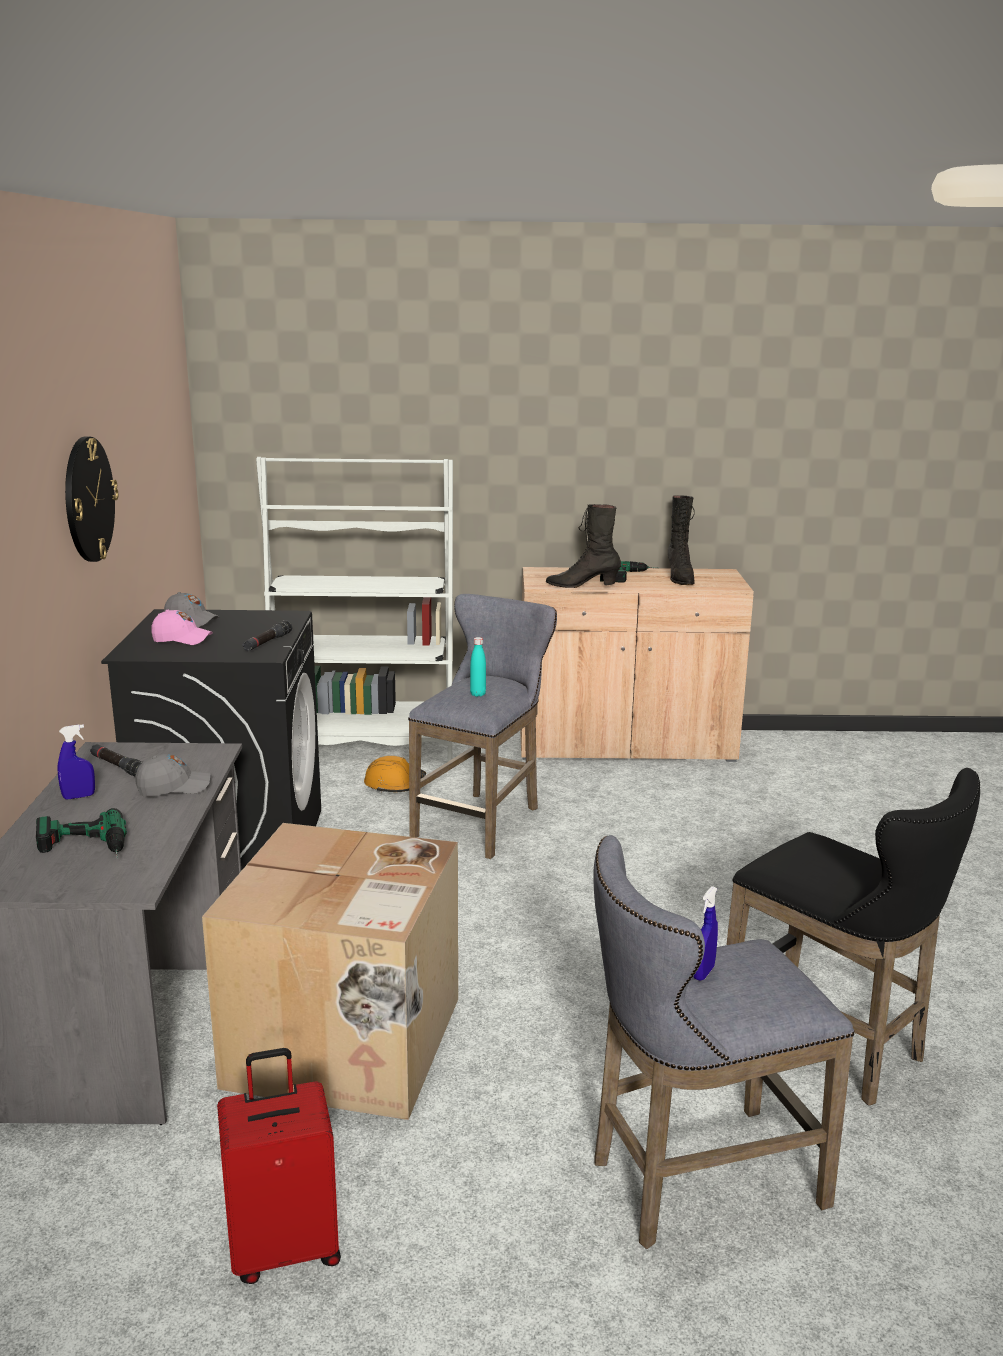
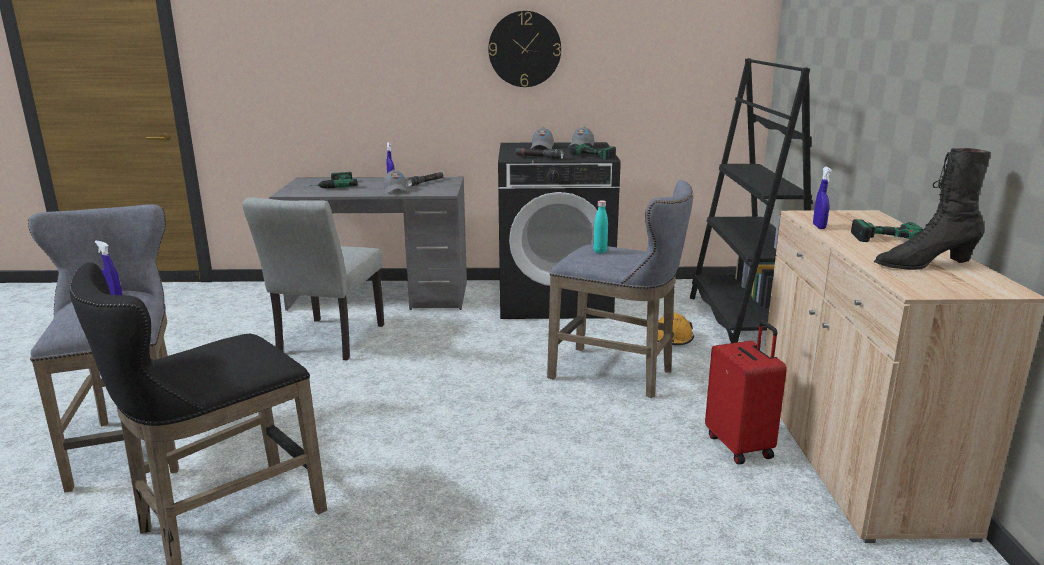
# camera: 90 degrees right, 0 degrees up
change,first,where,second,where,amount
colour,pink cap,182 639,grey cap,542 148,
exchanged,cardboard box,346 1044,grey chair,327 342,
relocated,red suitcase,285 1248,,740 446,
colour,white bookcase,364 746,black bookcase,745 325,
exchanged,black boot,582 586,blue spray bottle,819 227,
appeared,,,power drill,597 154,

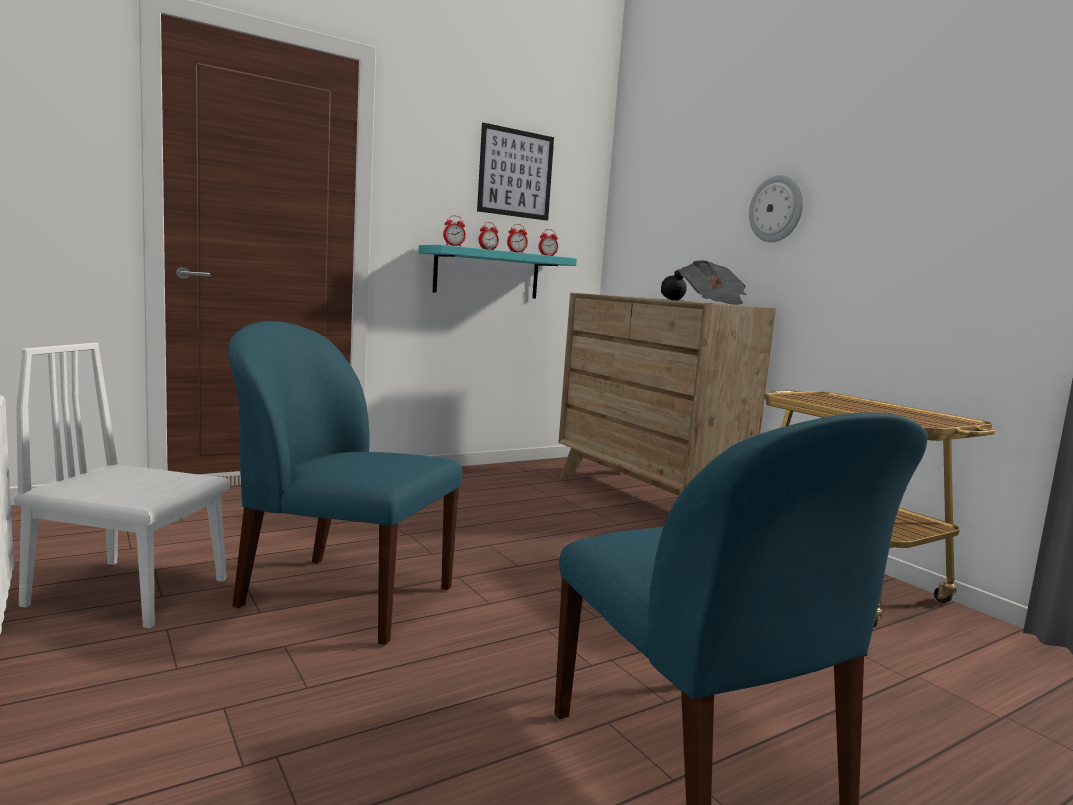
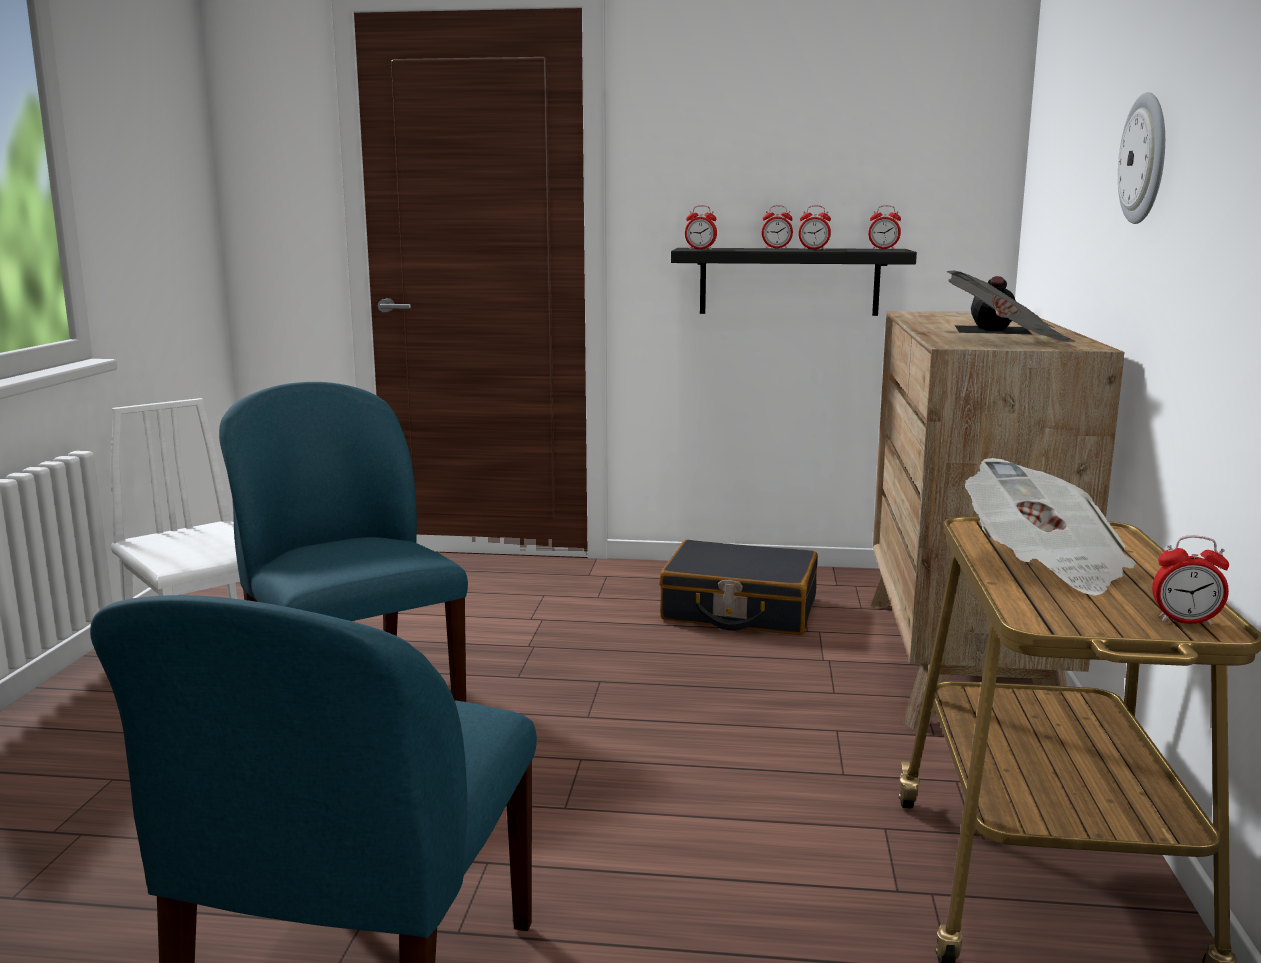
# camera: 40 degrees right, 5 degrees up
change,first,where,second,where,amount
colour,turquoise shelf,487 273,black shelf,789 281,
missing,picture,515 173,,,
appeared,,,black suitcase,739 610,
appeared,,,newspaper,1045 567,
appeared,,,alarm clock,1185 621,

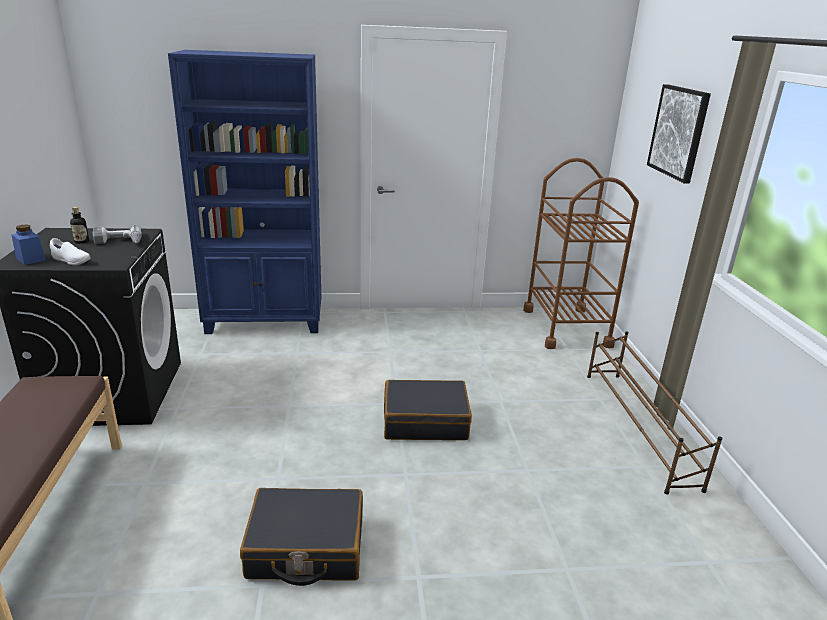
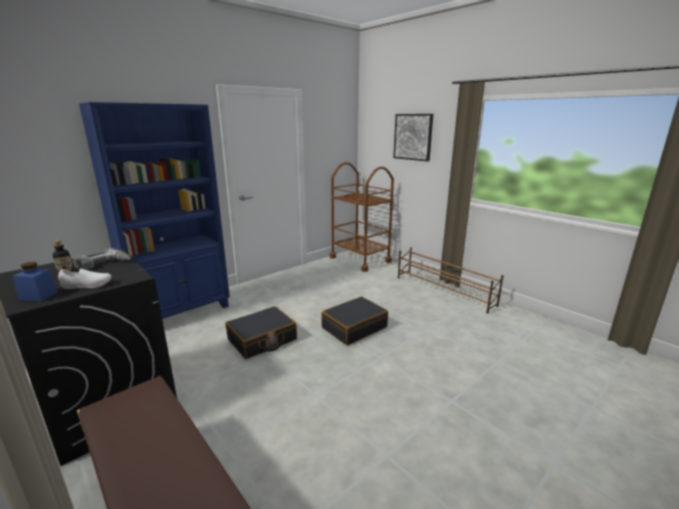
# camera: 35 degrees left, 5 degrees down
change,first,where,second,where,amount
relocated,black suitcase,306 548,,262 340,

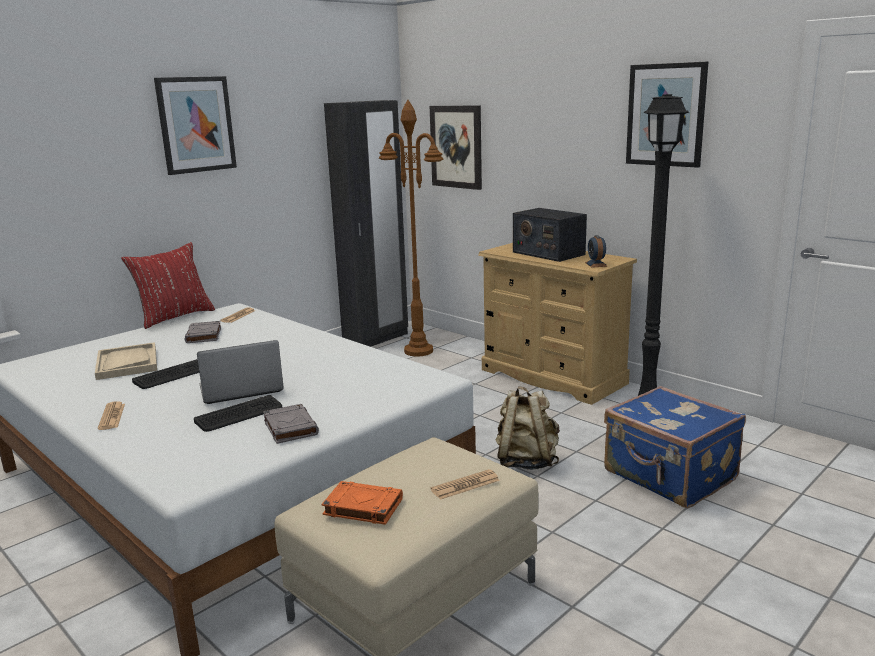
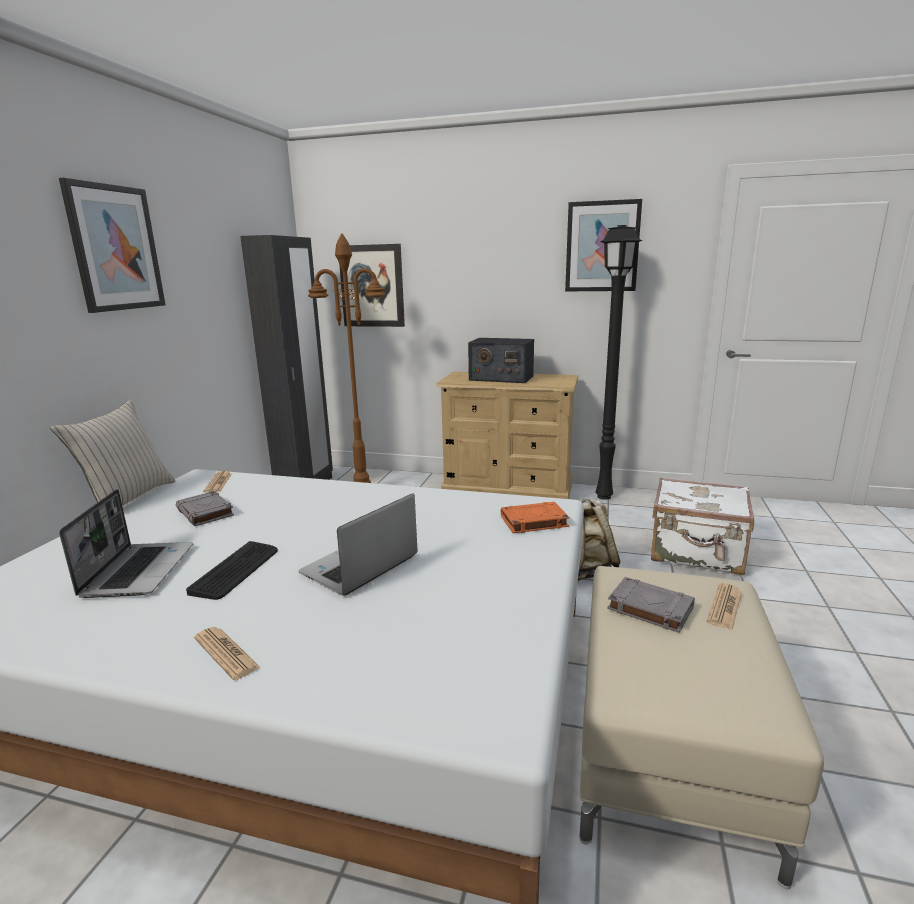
# camera: 30 degrees left, 0 degrees up
change,first,where,second,where,amount
exchanged,beige tray,127 363,laptop,139 570,
colour,red pillow,174 317,beige pillow,128 499,
missing,keyboard,239 414,,,
relocated,grey book,290 427,,649 608,
relocated,orange book,362 507,,533 522,
missing,alarm clock,596 264,,,
colour,blue suitcase,669 476,white suitcase,696 553,

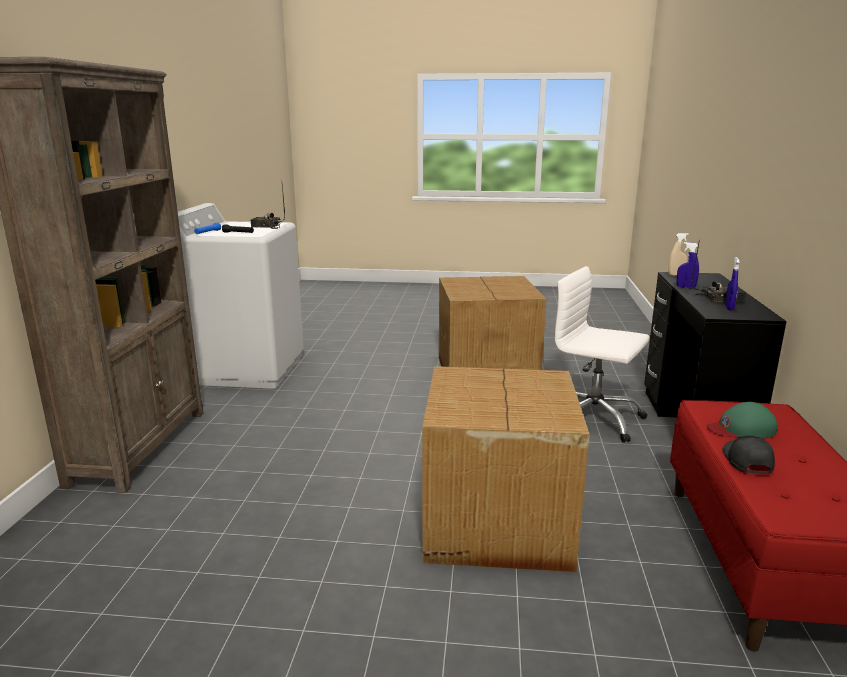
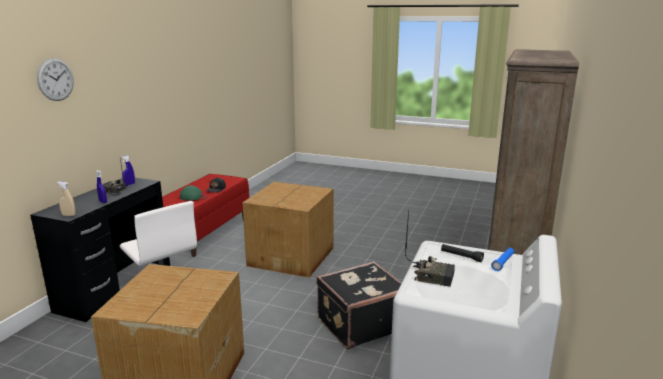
# camera: 165 degrees left, 0 degrees up
change,first,where,second,where,amount
appeared,,,wall clock,55 79,
appeared,,,black suitcase,359 324,

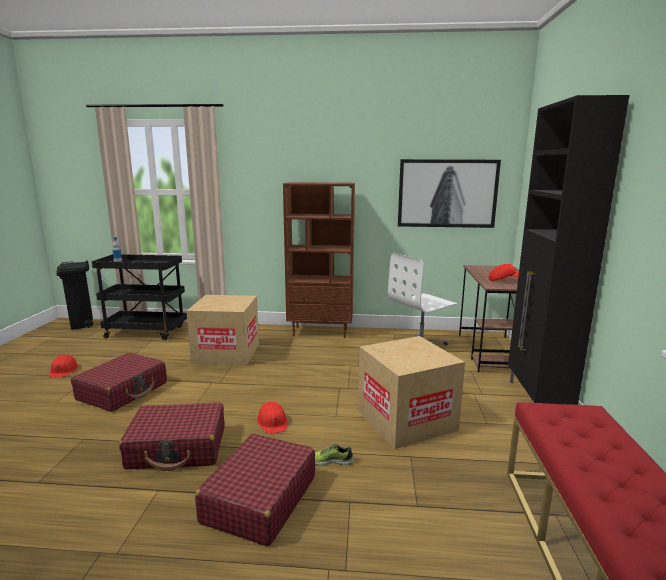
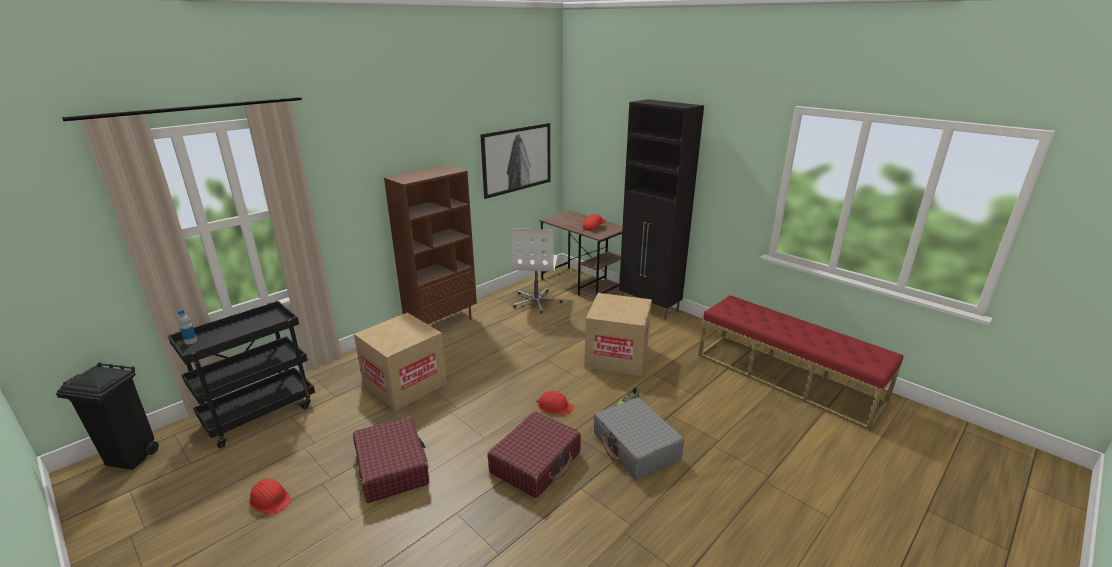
# camera: 50 degrees left, 10 degrees up
change,first,where,second,where,amount
colour,red suitcase,259 499,grey suitcase,636 447,

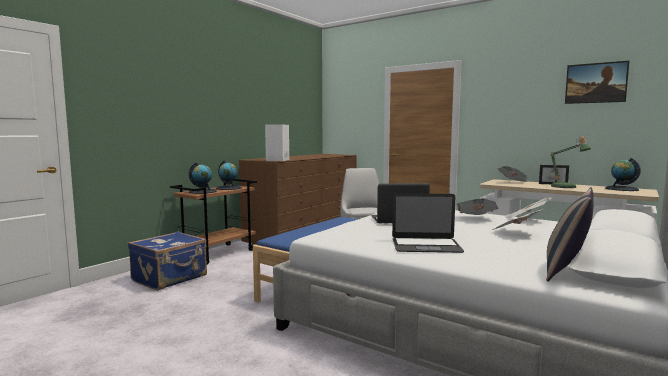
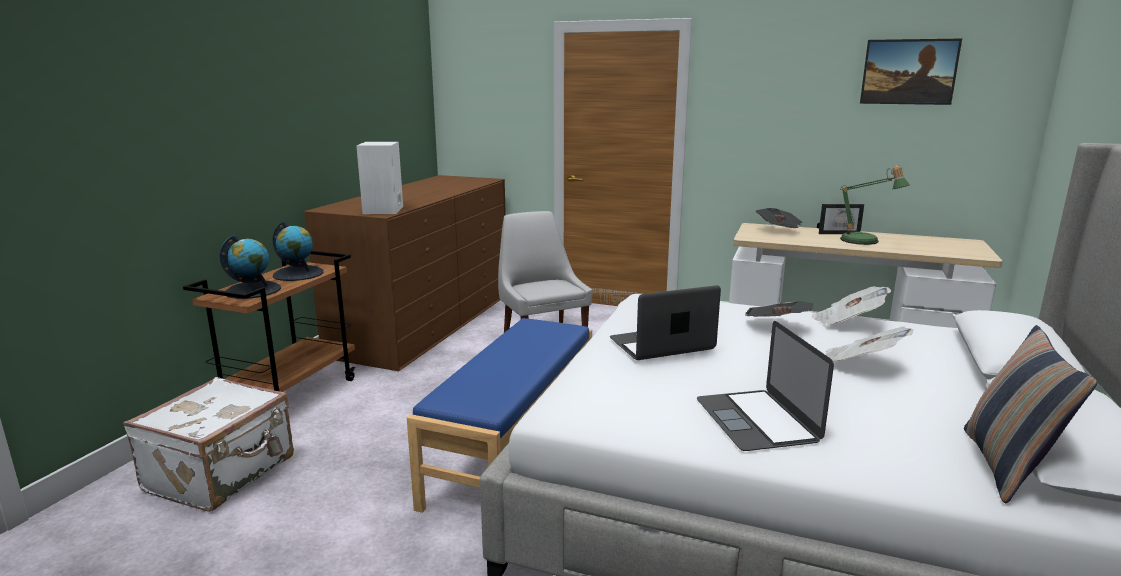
# camera: 15 degrees left, 10 degrees up
change,first,where,second,where,amount
colour,blue suitcase,170 278,white suitcase,223 474,
spun,laptop,426 245,,756 420,90 degrees clockwise
missing,globe,621 189,,,

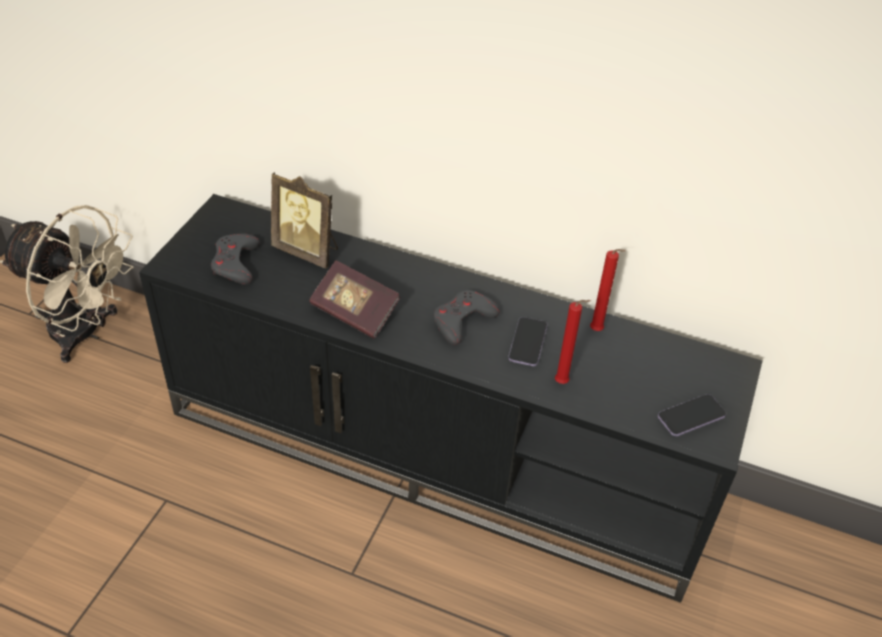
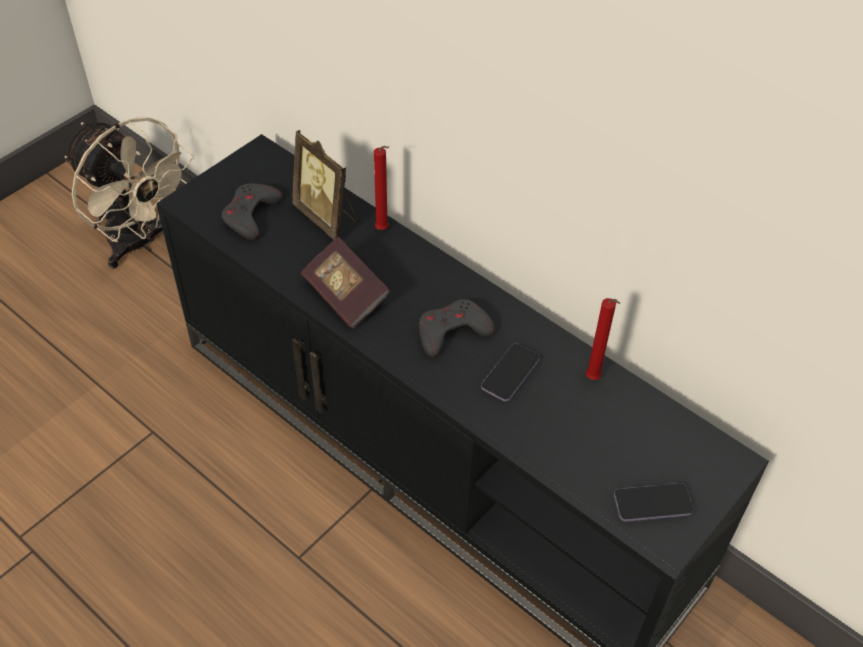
# camera: 20 degrees right, 5 degrees up
change,first,where,second,where,amount
relocated,red candle,563 383,,383 230,

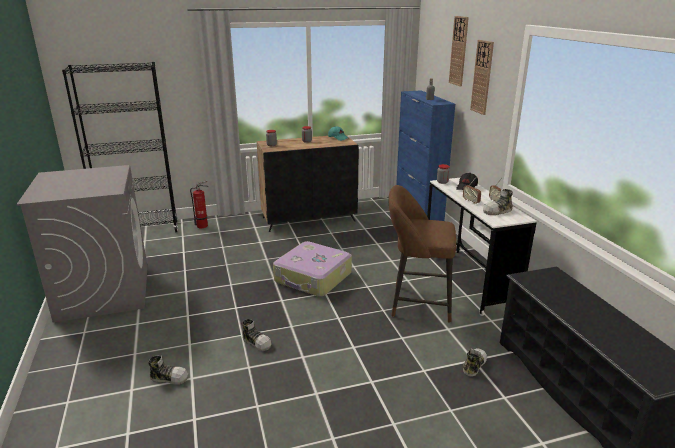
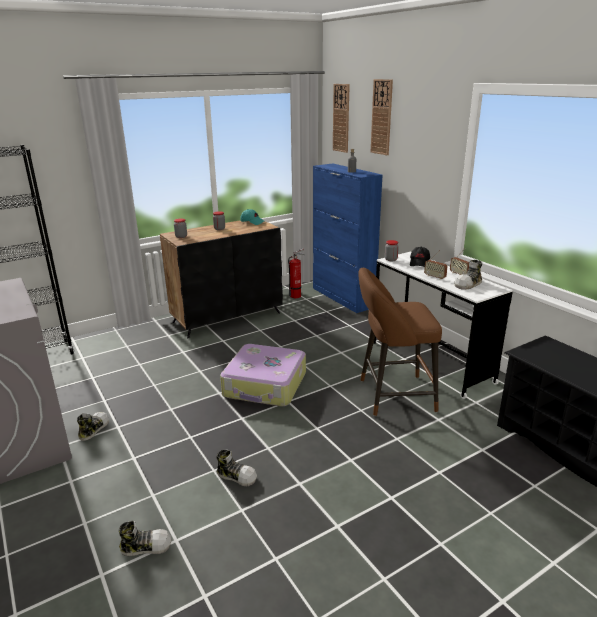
# camera: 15 degrees left, 0 degrees up
change,first,where,second,where,amount
relocated,fire extinguisher,204 226,,297 295,
relocated,shoe,473 365,,93 429,
relocated,wall clock,482 77,,341 118,

